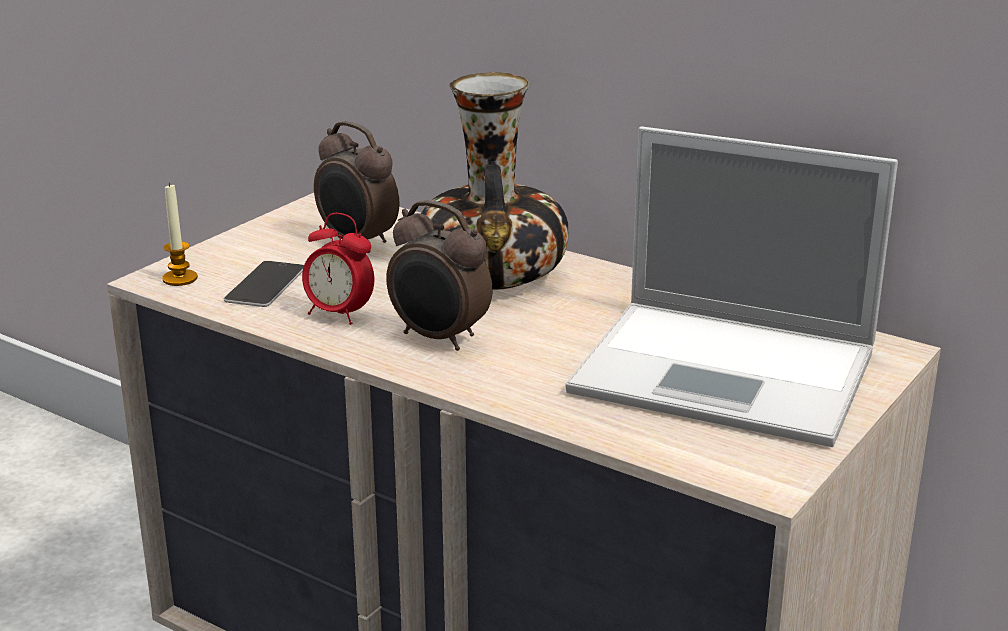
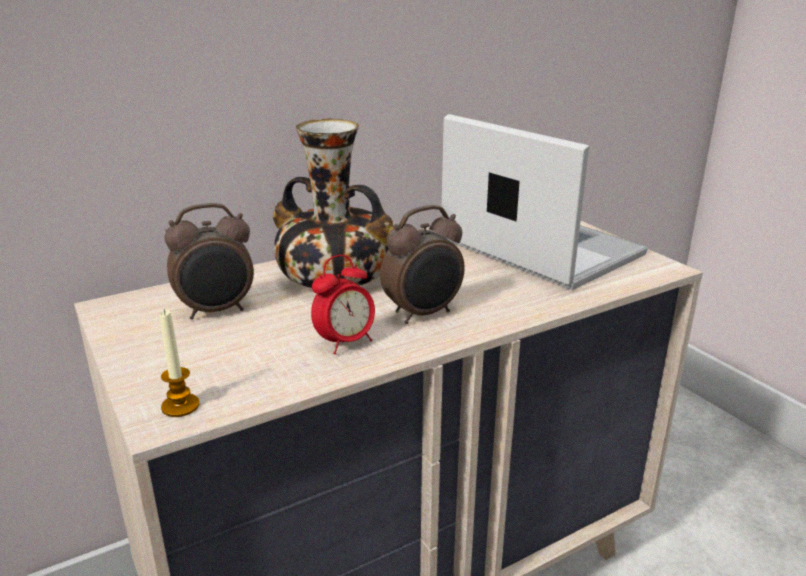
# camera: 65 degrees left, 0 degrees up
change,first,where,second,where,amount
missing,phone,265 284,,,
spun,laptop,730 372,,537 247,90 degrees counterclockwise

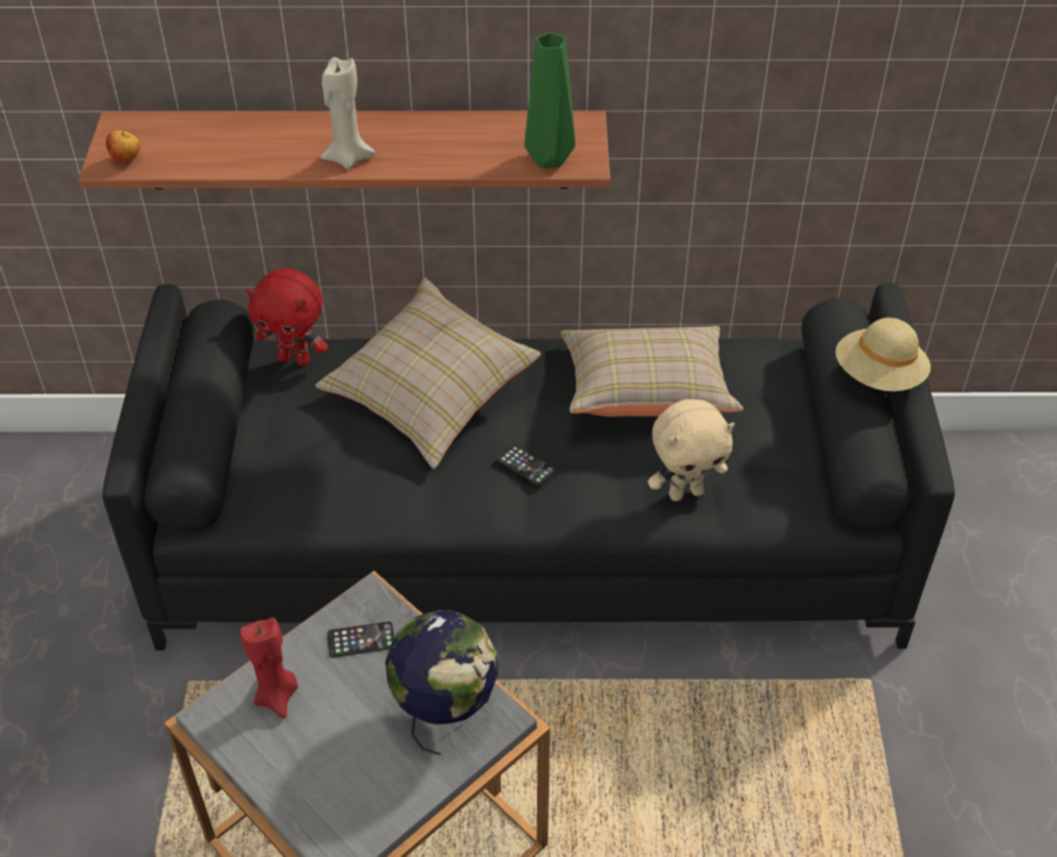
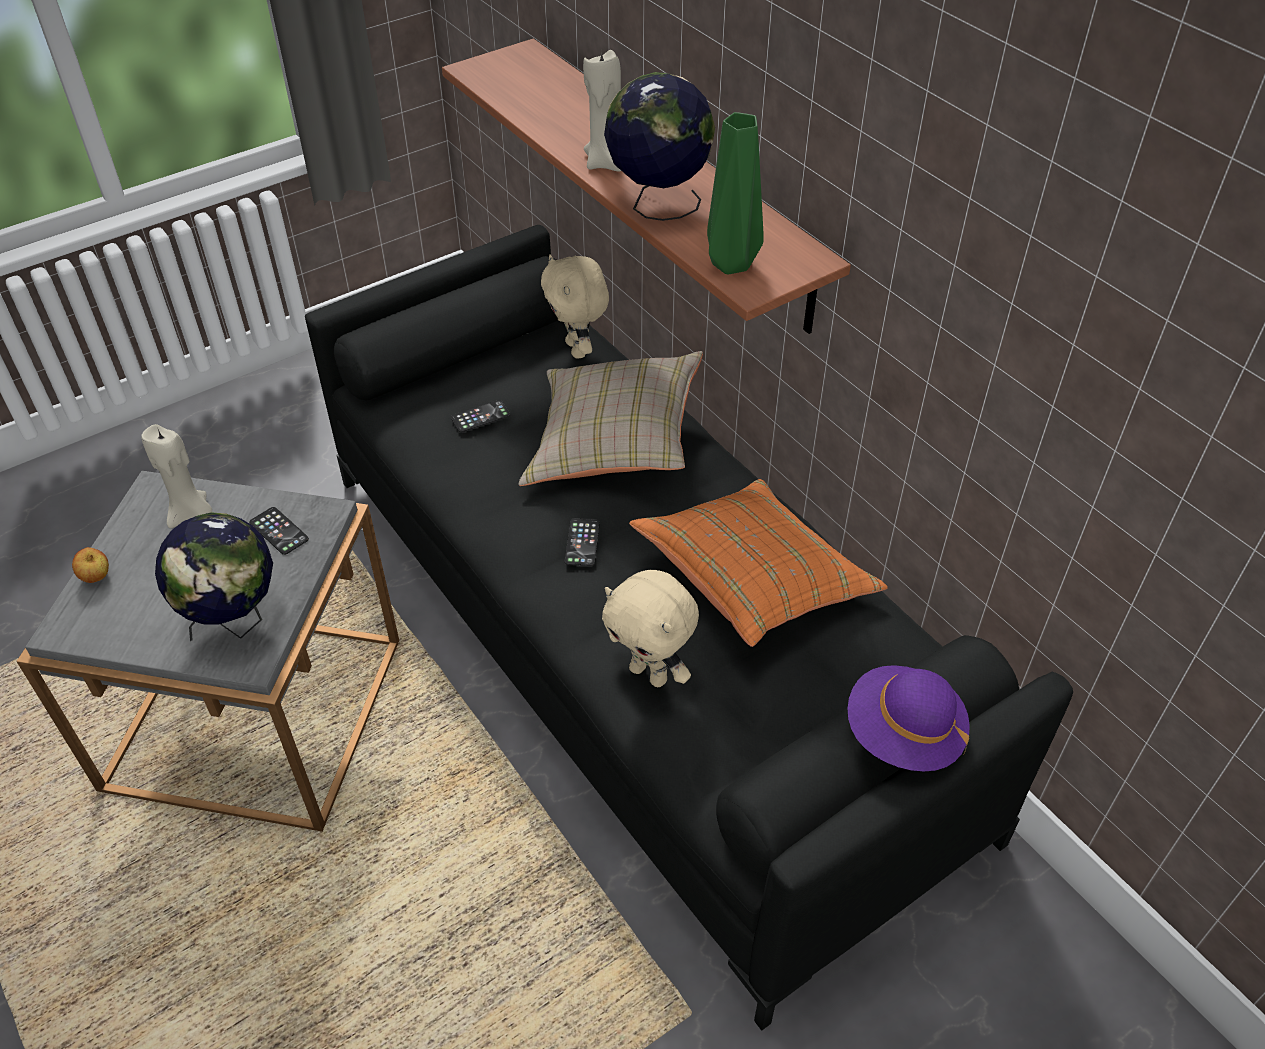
# camera: 55 degrees right, 0 degrees up
change,first,where,second,where,amount
relocated,apple,127 160,,97 577,
colour,red candle,277 696,beige candle,191 514,
colour,red plush toy,295 359,beige plush toy,578 349,
colour,beige pillow,646 394,orange pillow,754 583,
colour,beige hat,878 376,purple hat,903 734,
appeared,,,phone,480 417,
appeared,,,globe,657 205,

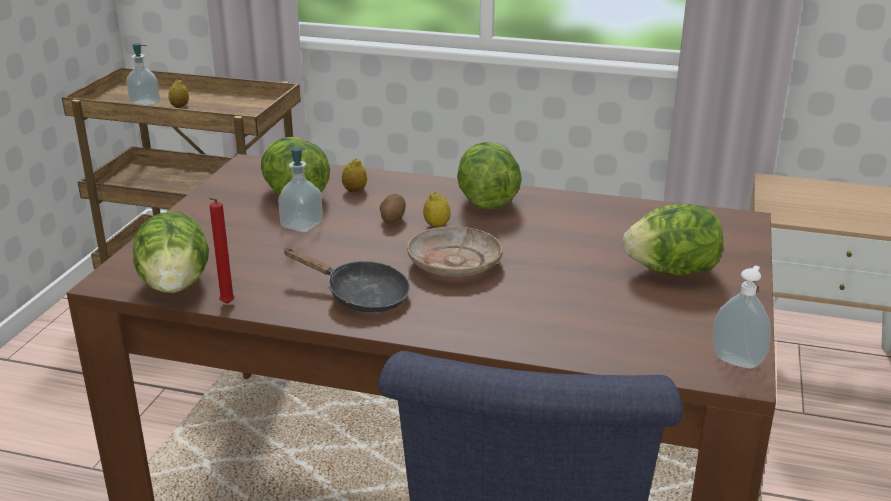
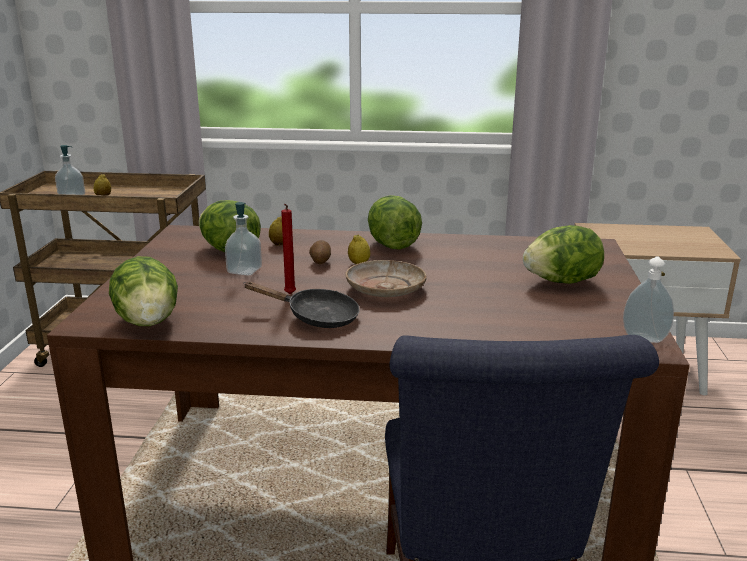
# camera: 10 degrees left, 5 degrees down
change,first,where,second,where,amount
relocated,red candle,226 305,,289 295,

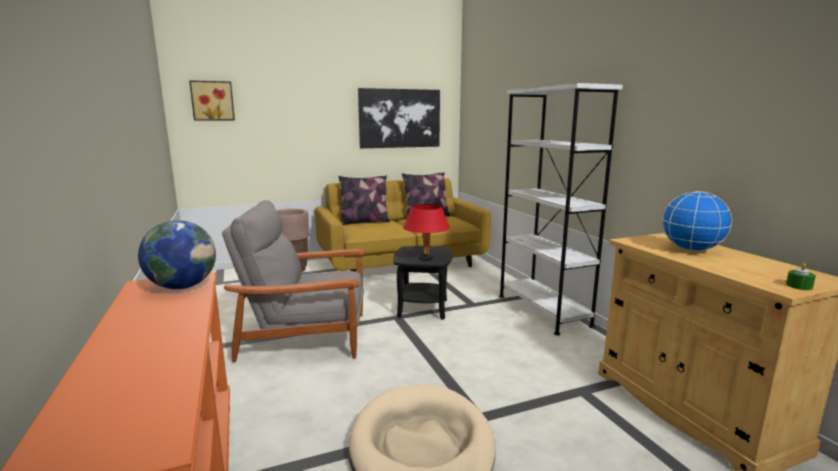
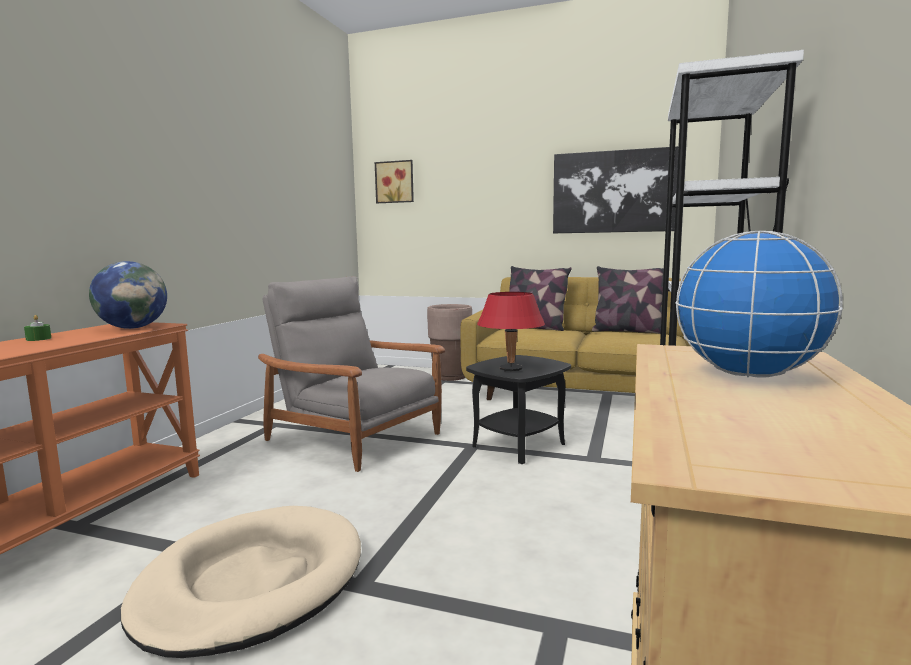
# camera: 40 degrees right, 5 degrees down
change,first,where,second,where,amount
relocated,green candle,799 286,,38 339,

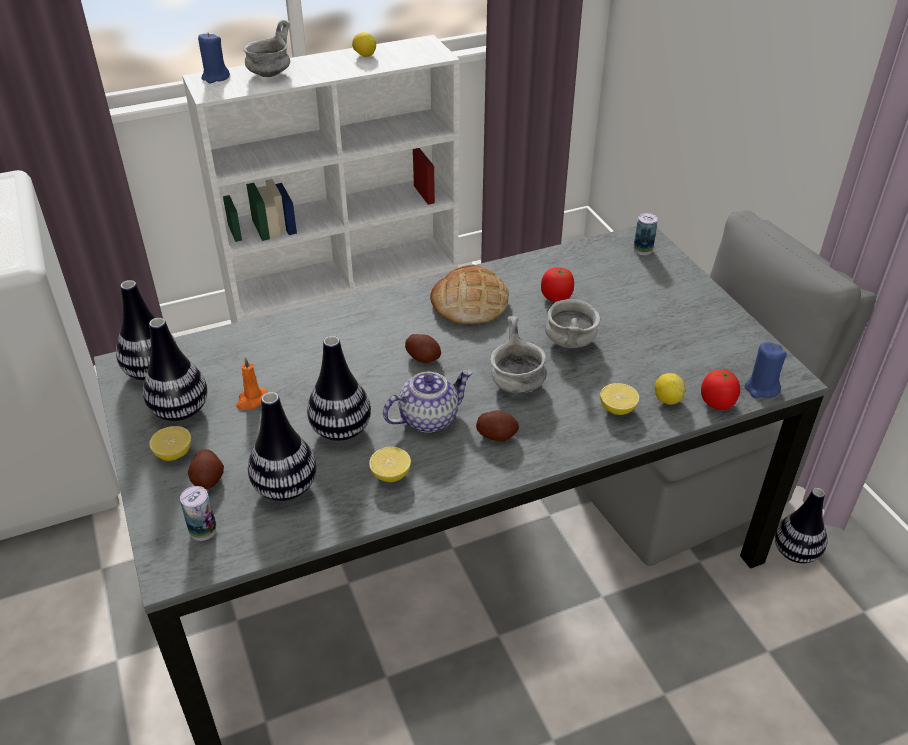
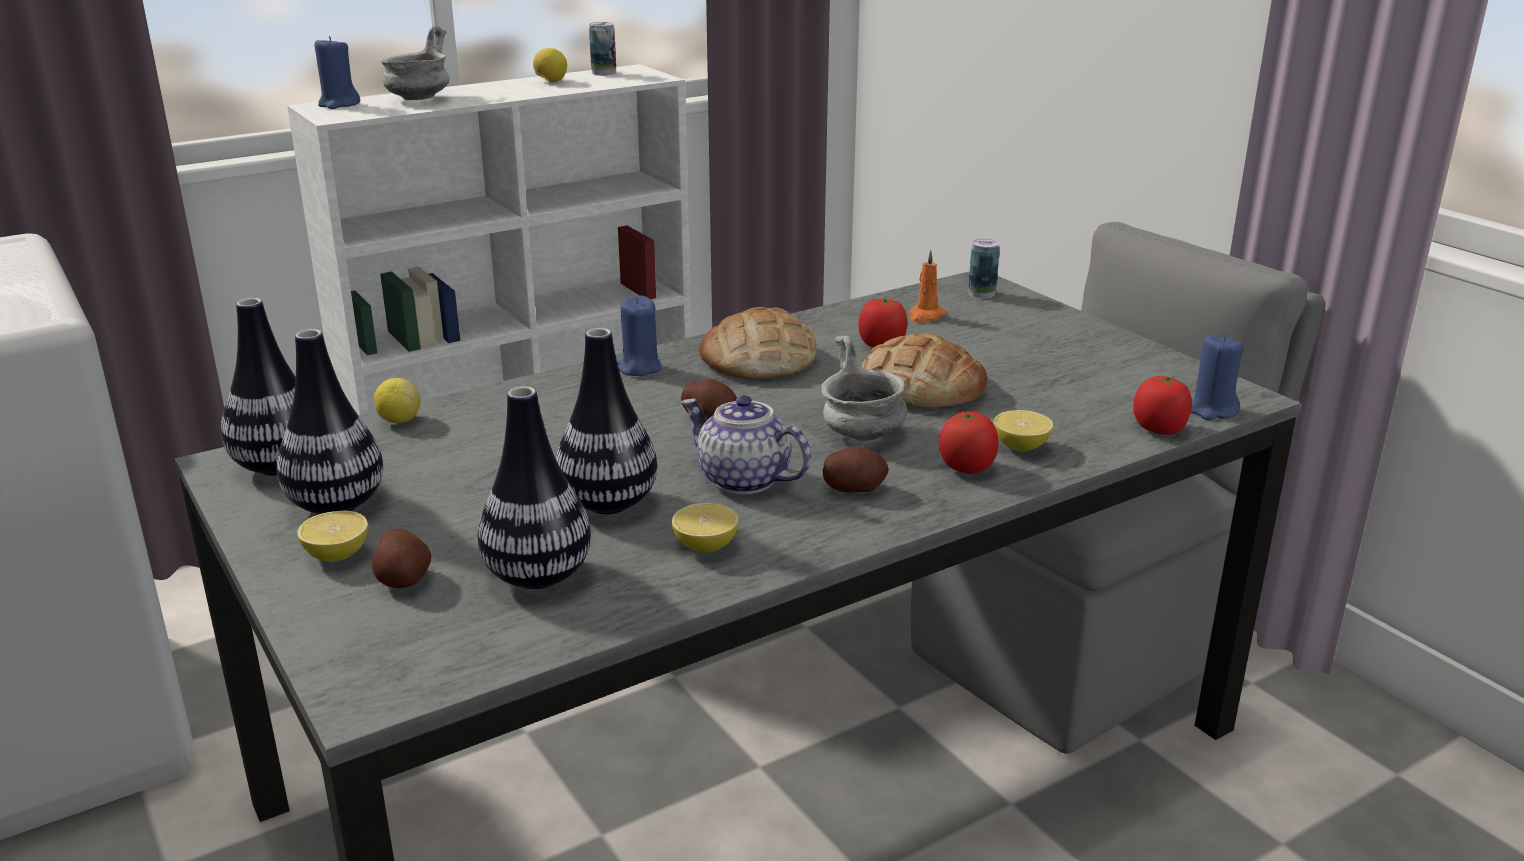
# camera: 10 degrees left, 15 degrees down
change,first,where,second,where,amount
relocated,can,203 530,,604 73,
relocated,orange candle,252 400,,925 316,
spun,teapot,429 418,,742 479,105 degrees counterclockwise
exchanged,grey bowl,571 342,bread,922 386,
relocated,lemon,667 399,,399 420,
missing,vase,795 552,,,
appeared,,,blue candle,639 368,
appeared,,,tomato,966 468,

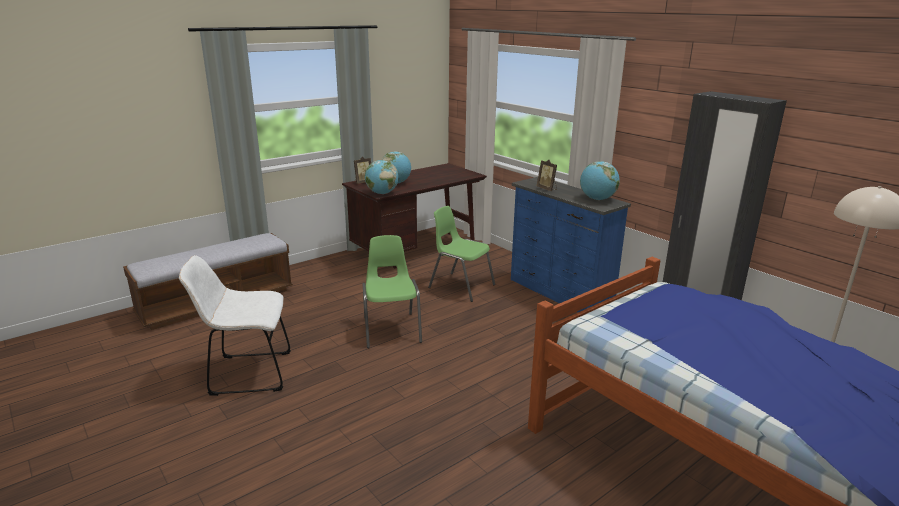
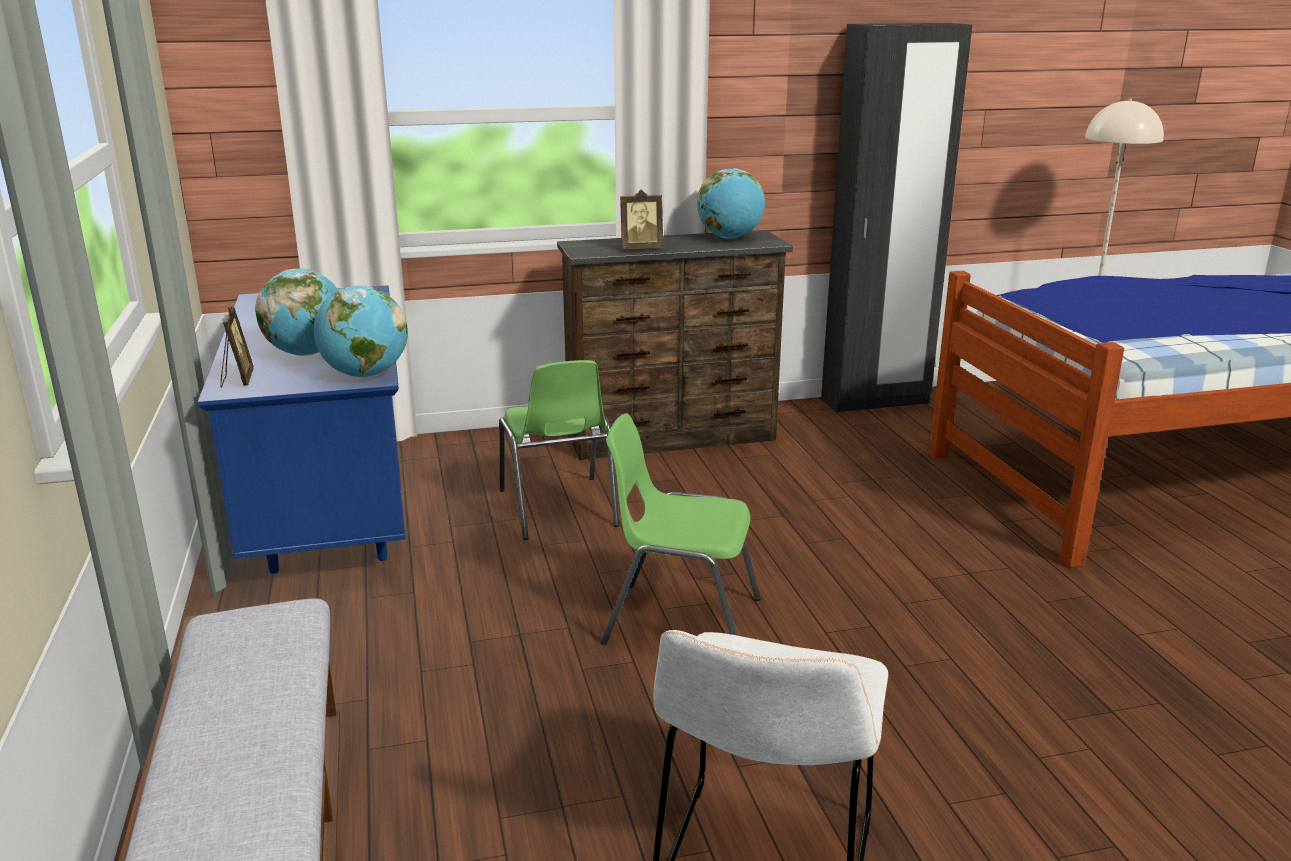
# camera: 65 degrees left, 0 degrees up
change,first,where,second,where,amount
colour,brown desk,417 251,blue desk,330 515,
spun,green chair,460 286,,558 509,75 degrees counterclockwise
colour,blue dresser,559 294,brown dresser,673 438,

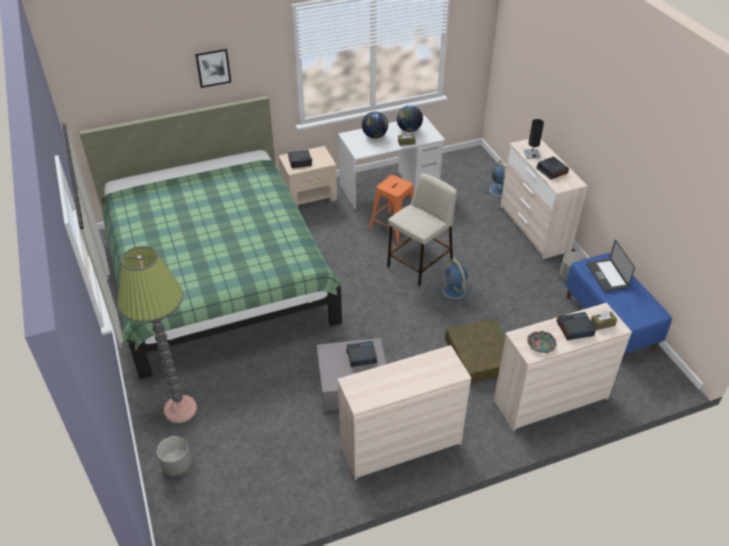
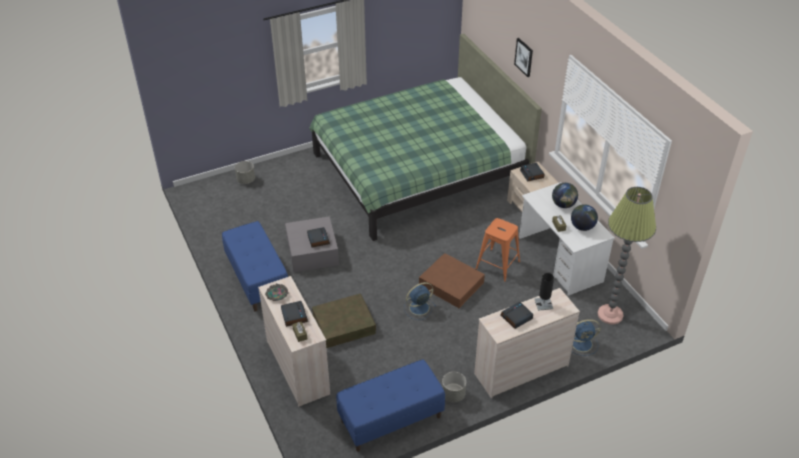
# camera: 85 degrees right, 0 degrees up
change,first,where,second,where,amount
relocated,floor lamp,180 409,,610 314,
exchanged,beige dresser,400 444,blue bench,257 279,
exchanged,beige stool,419 264,brown storage box,451 284,
missing,laptop,606 276,,,

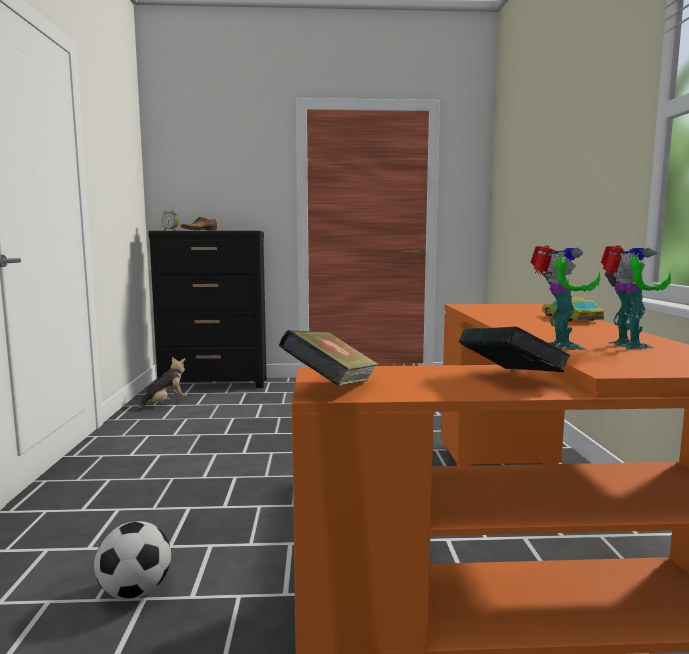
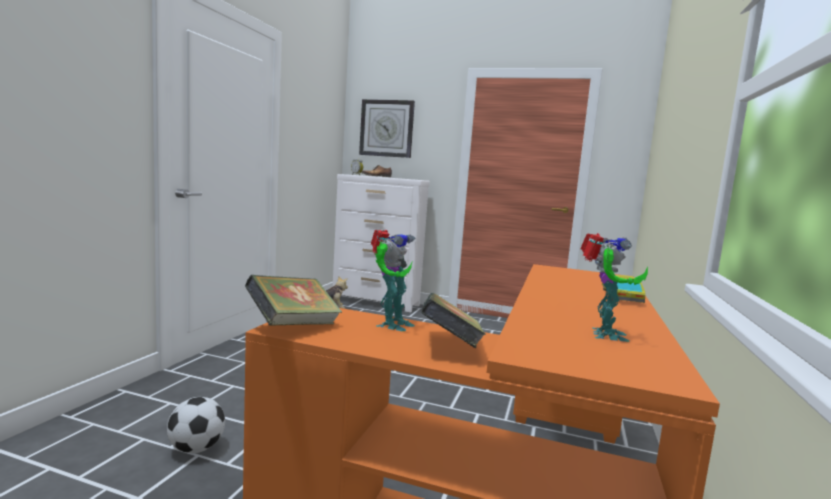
# camera: 20 degrees right, 0 degrees up
change,first,where,second,where,amount
colour,black dresser,215 384,white dresser,376 302,
relocated,toy robot,560 347,,390 324,
appeared,,,wall clock,386 128,

